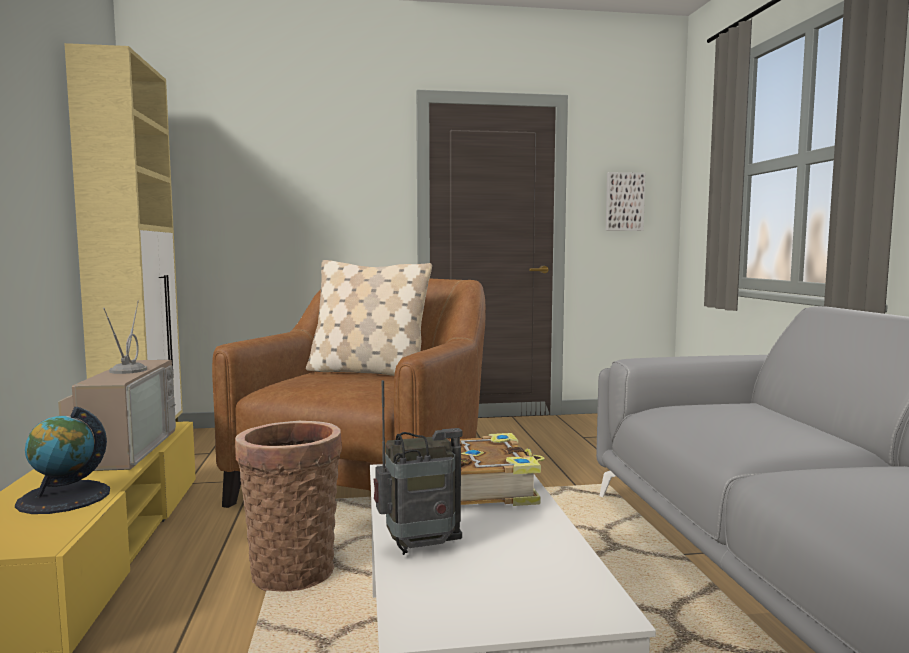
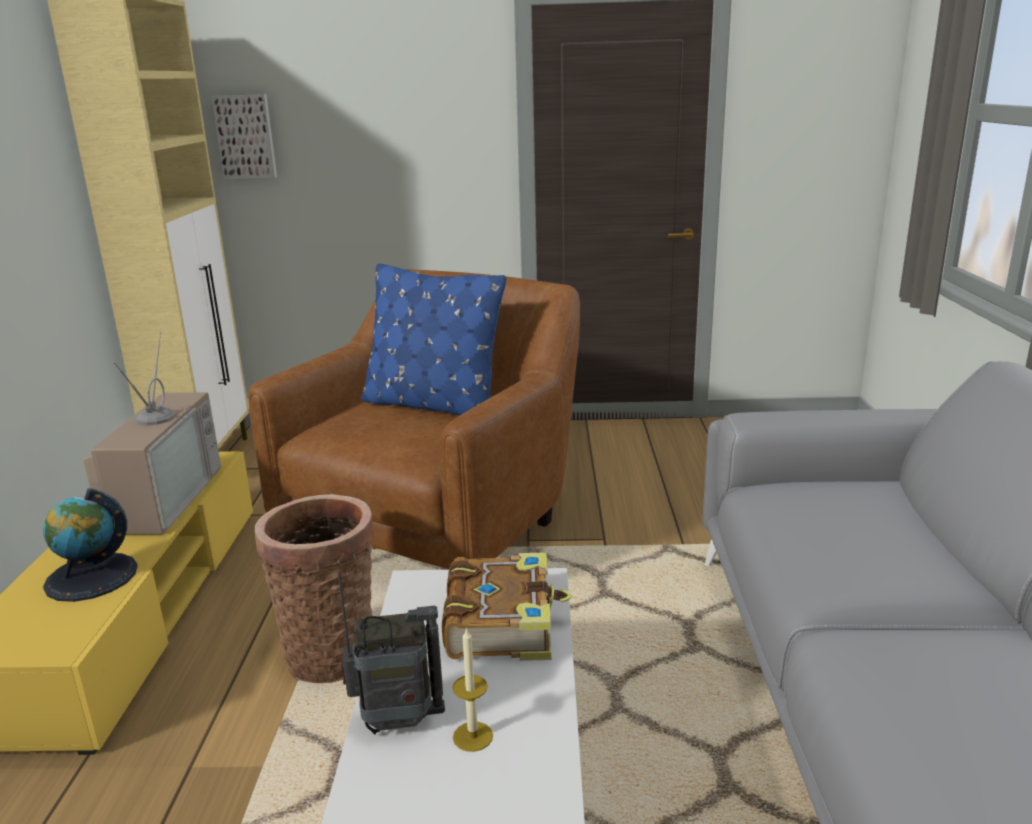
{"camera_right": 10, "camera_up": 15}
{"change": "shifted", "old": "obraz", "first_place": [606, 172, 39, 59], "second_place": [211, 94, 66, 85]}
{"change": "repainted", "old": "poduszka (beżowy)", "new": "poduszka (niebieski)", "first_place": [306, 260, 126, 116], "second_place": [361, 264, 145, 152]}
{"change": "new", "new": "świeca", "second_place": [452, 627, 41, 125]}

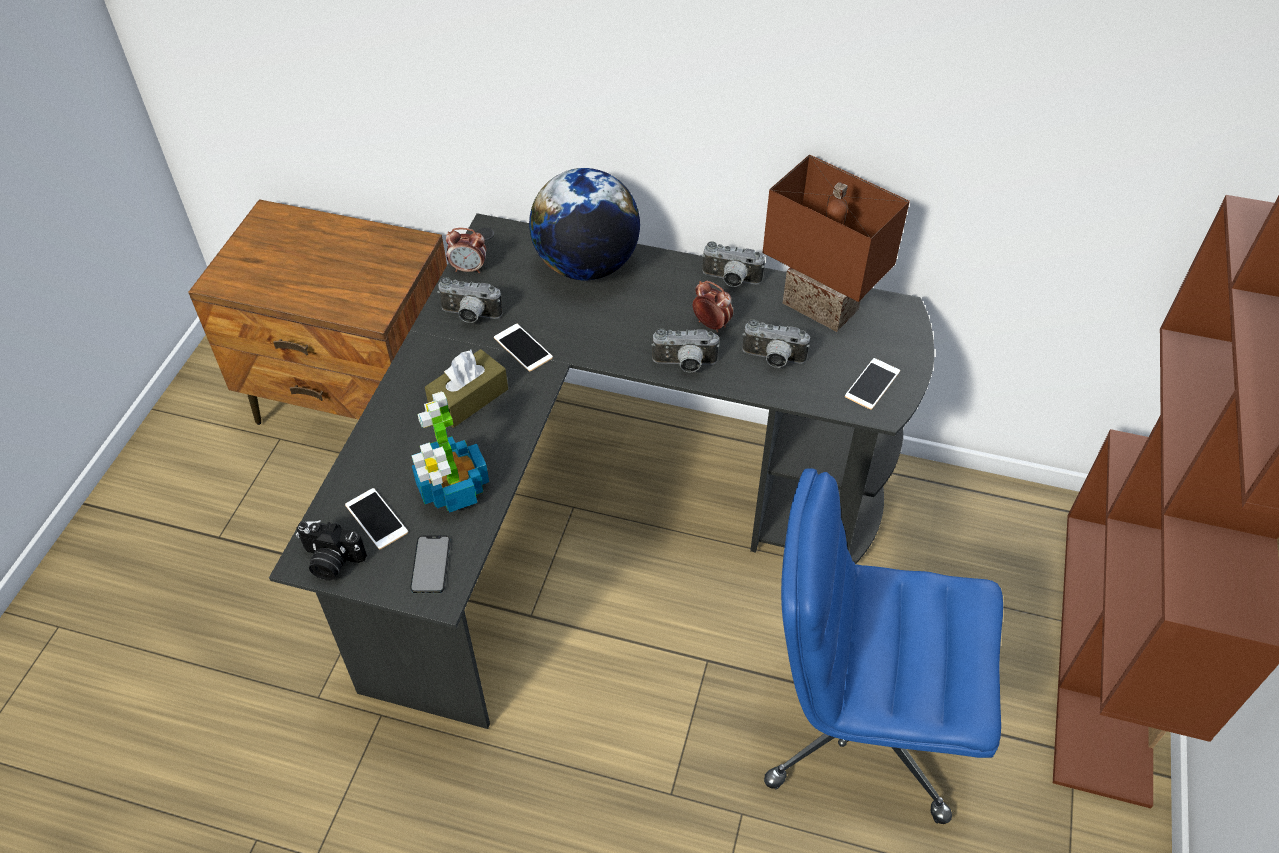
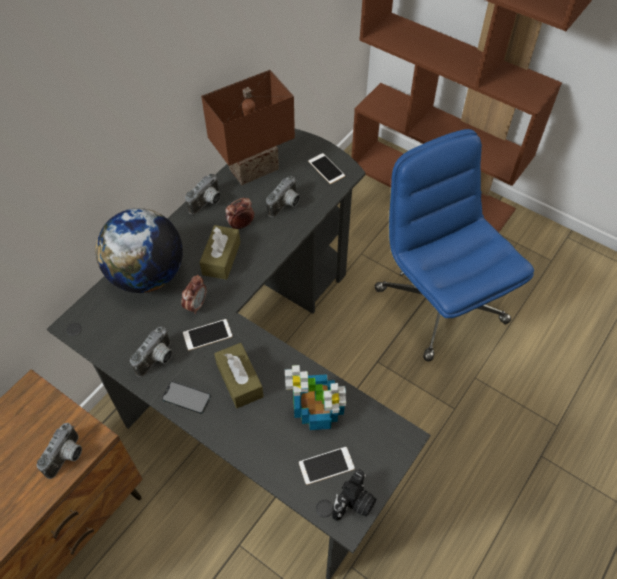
{"camera_right": -70, "camera_up": 5}
{"change": "shifted", "old": "aparat fotograficzny", "first_place": [652, 328, 68, 45], "second_place": [37, 423, 45, 56]}
{"change": "shifted", "old": "telefon", "first_place": [410, 536, 40, 57], "second_place": [162, 381, 49, 33]}
{"change": "shifted", "old": "budzik", "first_place": [446, 228, 40, 45], "second_place": [181, 275, 25, 39]}
{"change": "new", "new": "pudełko chusteczek (brązowy)", "second_place": [200, 225, 41, 55]}
{"change": "rotated", "old": "krzesło biurowe (niebieski)", "first_place": [764, 469, 239, 355], "second_place": [375, 129, 159, 232], "degrees": 120}

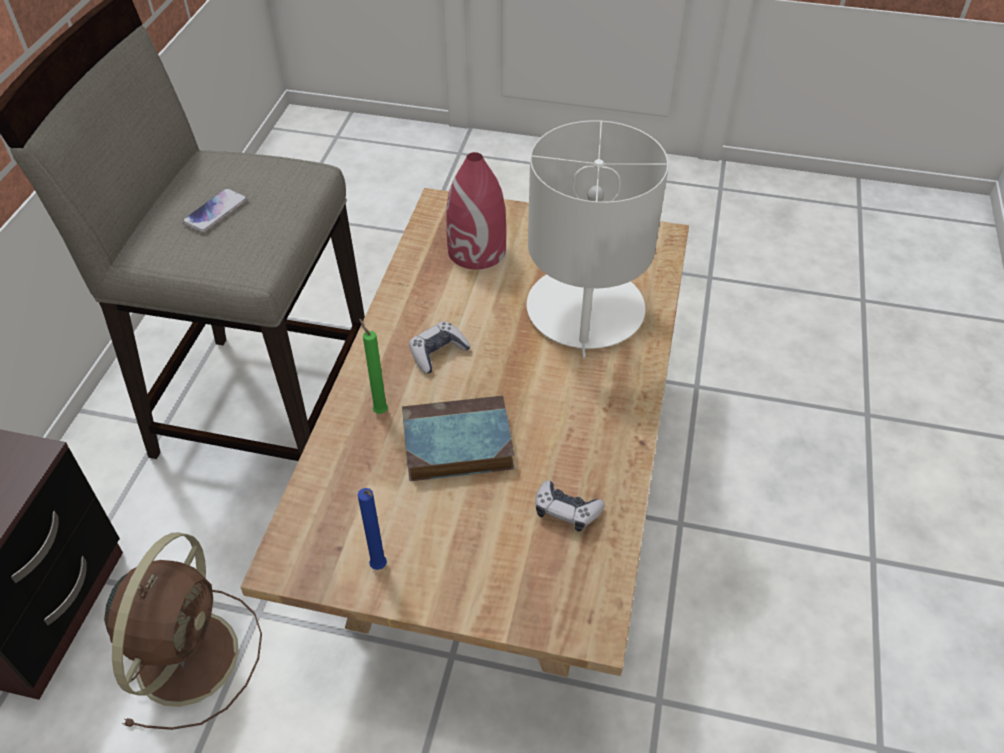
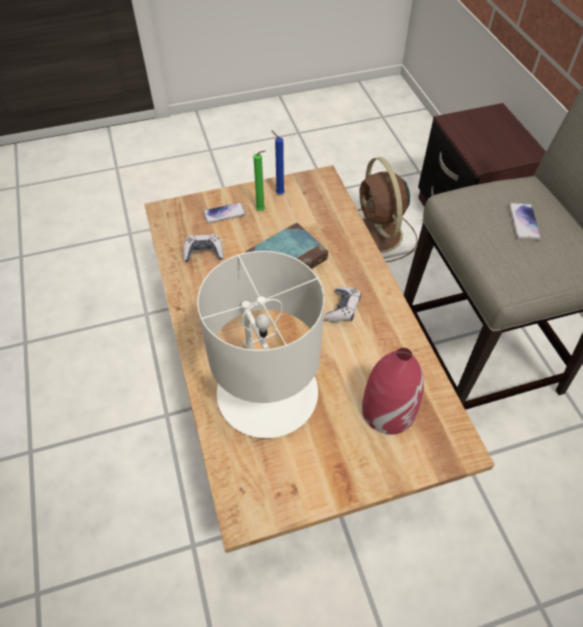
{"camera_right": 150, "camera_up": 5}
{"change": "new", "new": "telefon", "second_place": [203, 202, 43, 22]}
{"change": "shifted", "old": "świeca (zielony)", "first_place": [359, 318, 29, 96], "second_place": [253, 150, 12, 61]}

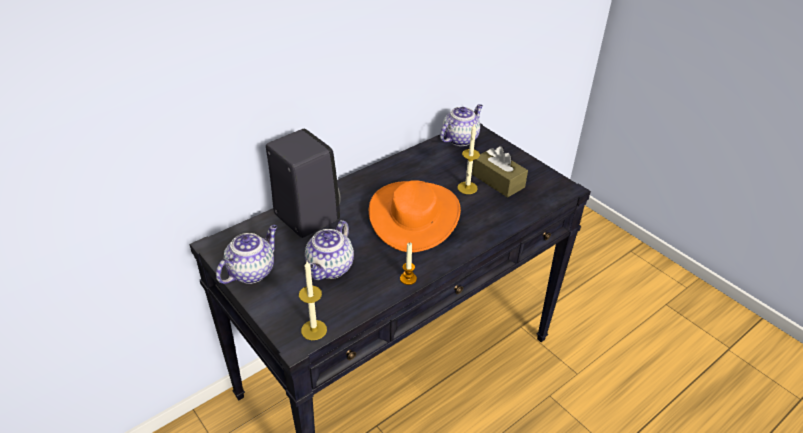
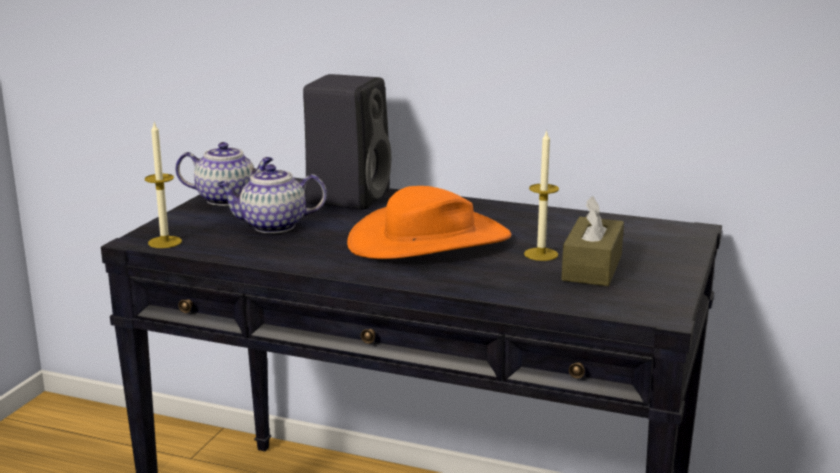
{"camera_right": 60, "camera_up": -20}
{"change": "gone", "old": "świeca", "first_place": [400, 243, 17, 42]}
{"change": "gone", "old": "imbryk", "first_place": [440, 104, 43, 42]}

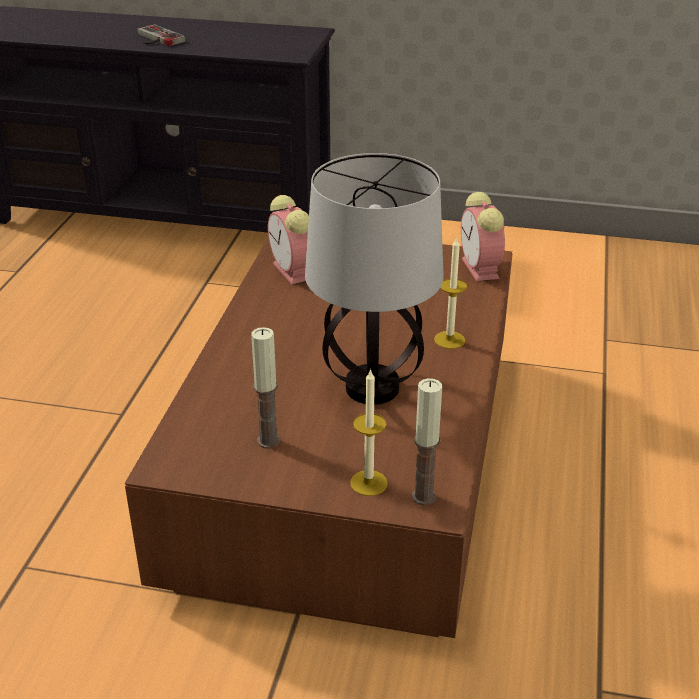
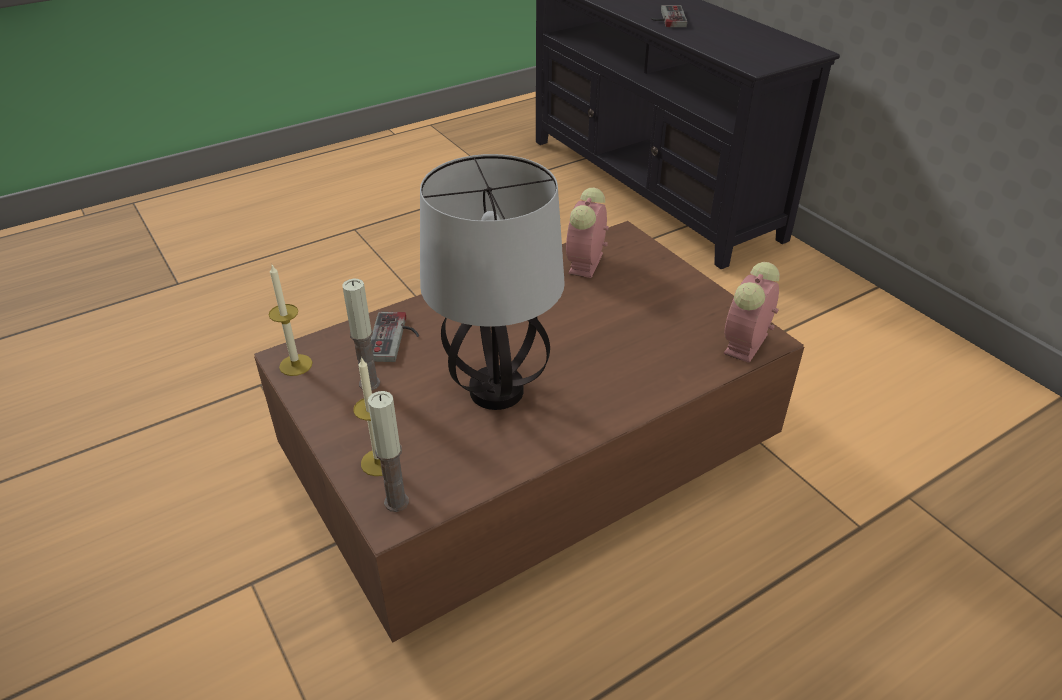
{"camera_right": 45, "camera_up": 5}
{"change": "shifted", "old": "świeca", "first_place": [434, 237, 33, 112], "second_place": [269, 265, 44, 111]}
{"change": "new", "new": "pad do gier", "second_place": [371, 312, 48, 50]}

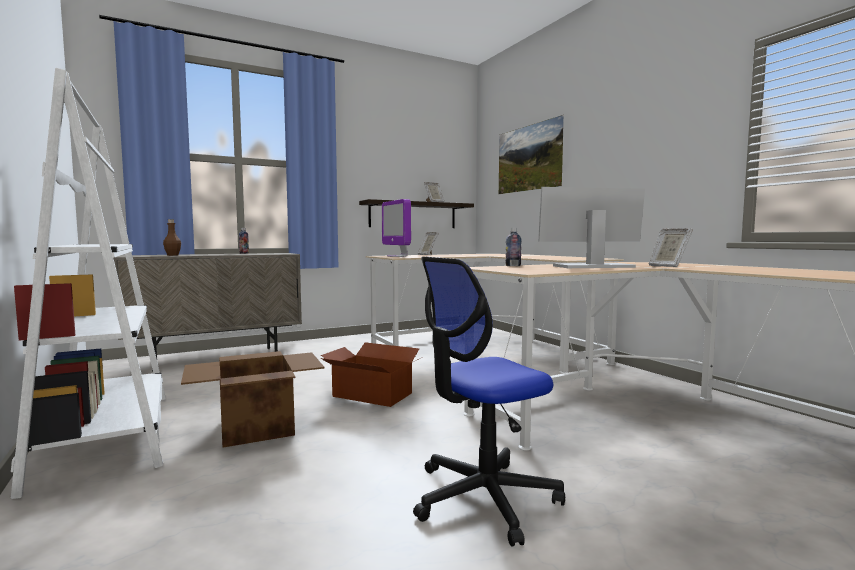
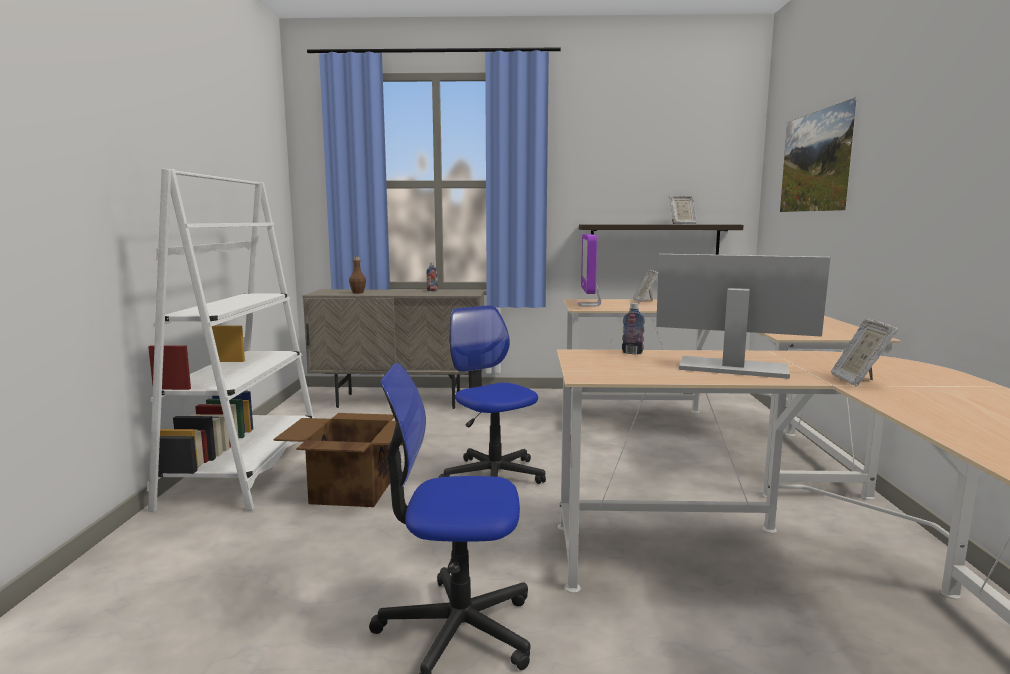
{"camera_right": 30, "camera_up": 5}
{"change": "swapped", "old": "karton", "new": "krzesło biurowe", "first_place": [320, 342, 104, 65], "second_place": [438, 305, 108, 179]}

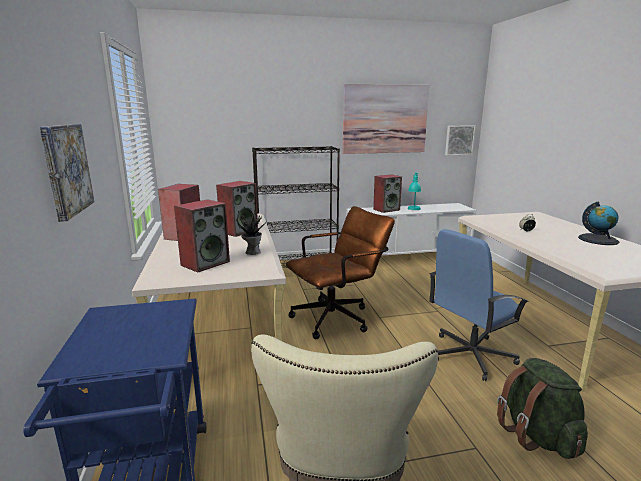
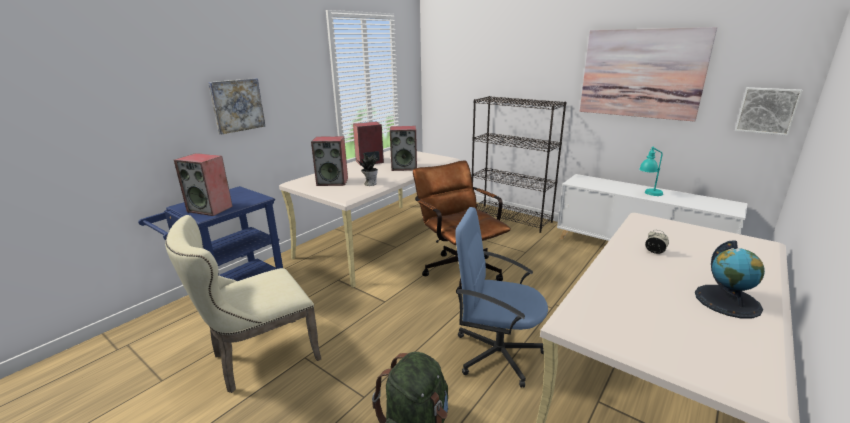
{"camera_right": 50, "camera_up": 5}
{"change": "shifted", "old": "głośnik", "first_place": [373, 174, 29, 39], "second_place": [174, 153, 59, 63]}
{"change": "rotated", "old": "krzesło biurowe (brązowy)", "first_place": [286, 206, 109, 133], "second_place": [413, 161, 98, 133], "degrees": -135}

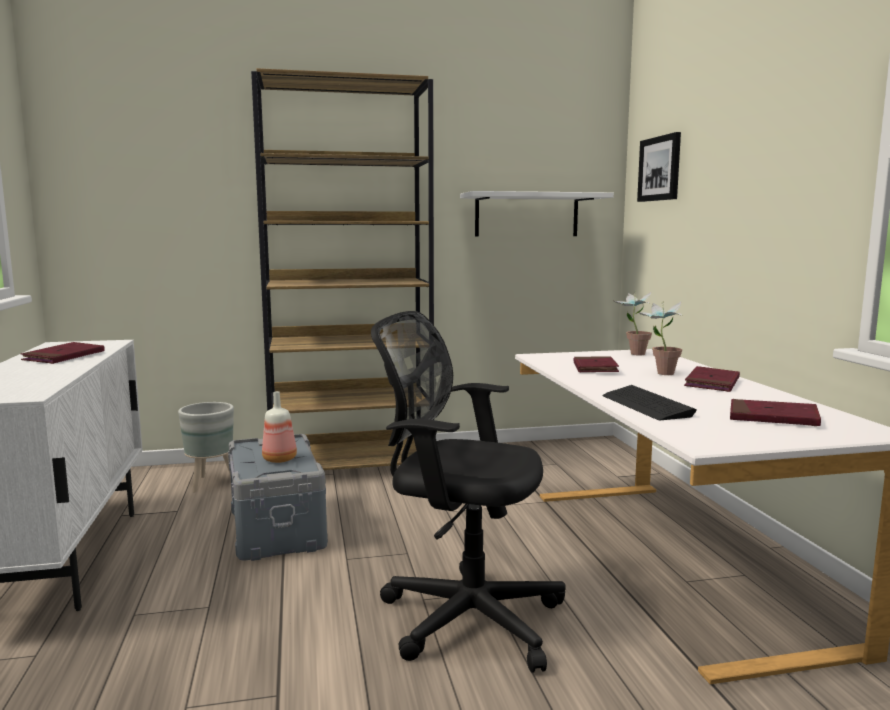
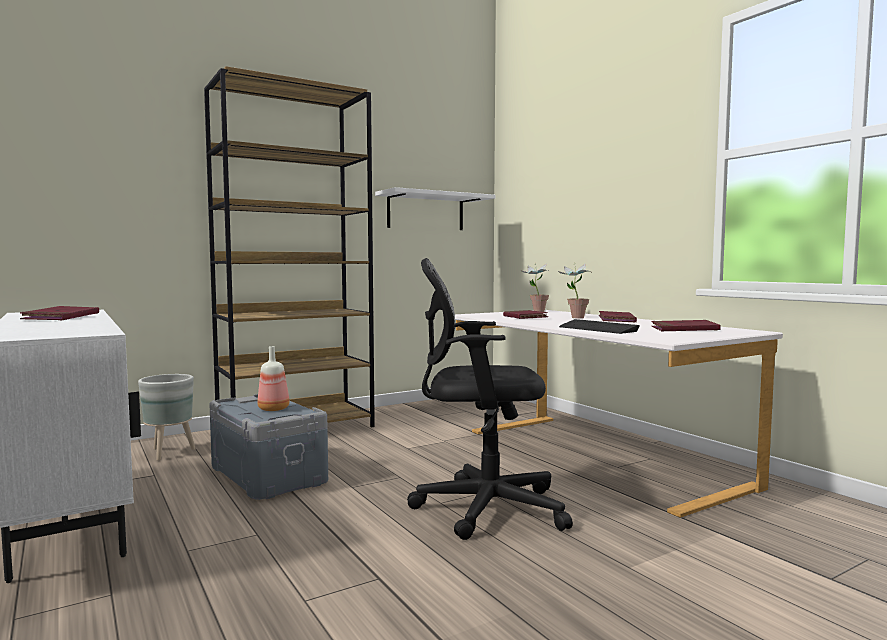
{"camera_right": -20, "camera_up": -5}
{"change": "gone", "old": "obraz", "first_place": [637, 132, 44, 70]}

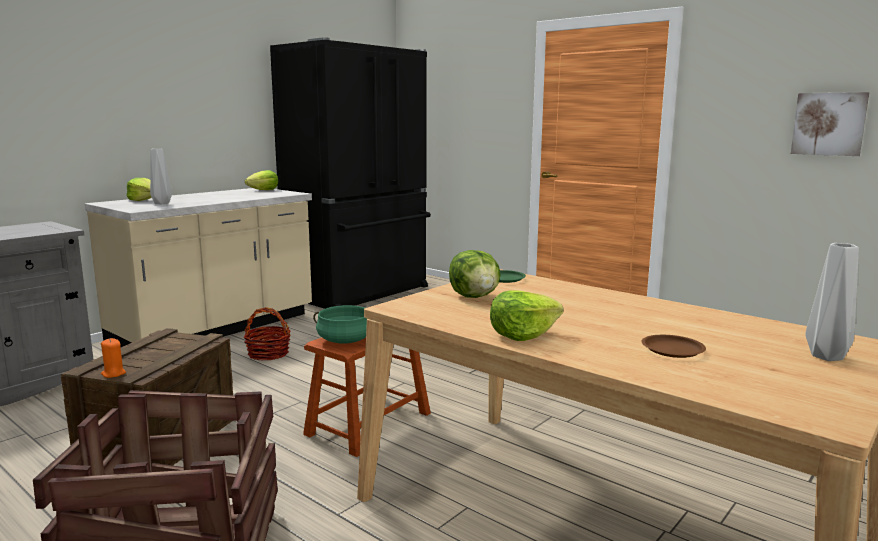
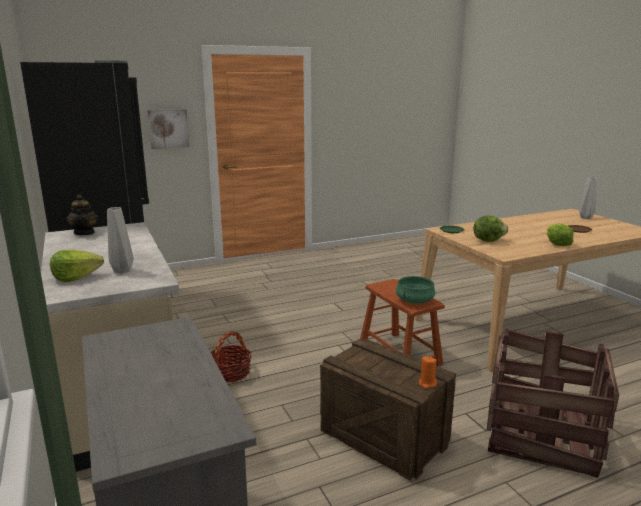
{"camera_right": -65, "camera_up": 5}
{"change": "swapped", "old": "sałata", "new": "imbryk", "first_place": [245, 170, 33, 20], "second_place": [66, 195, 33, 40]}
{"change": "shifted", "old": "obraz", "first_place": [791, 92, 78, 64], "second_place": [147, 109, 42, 40]}

